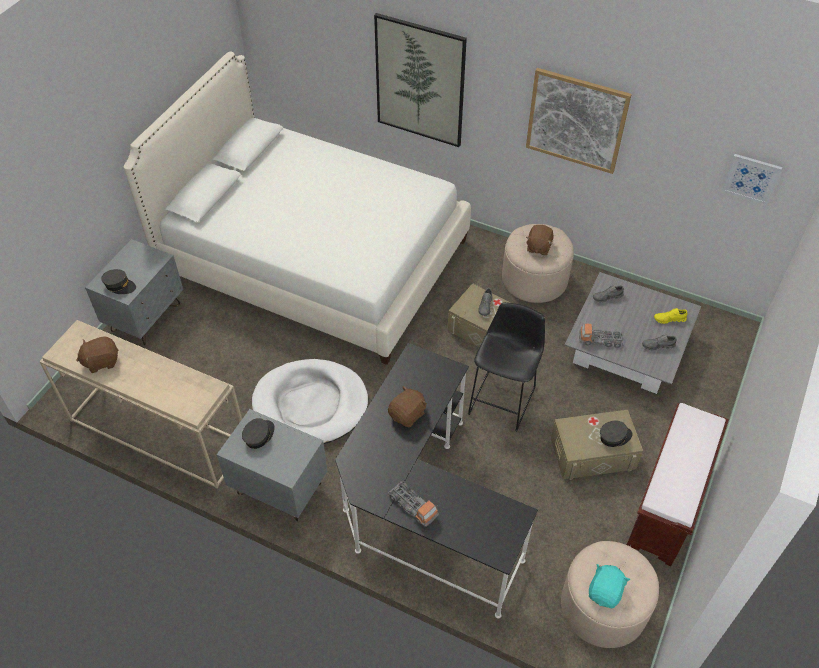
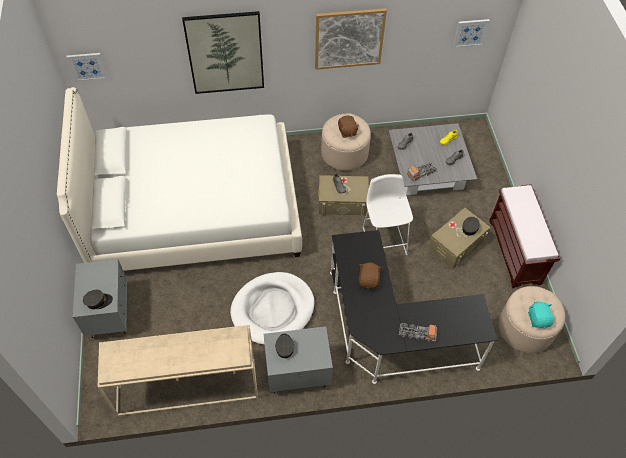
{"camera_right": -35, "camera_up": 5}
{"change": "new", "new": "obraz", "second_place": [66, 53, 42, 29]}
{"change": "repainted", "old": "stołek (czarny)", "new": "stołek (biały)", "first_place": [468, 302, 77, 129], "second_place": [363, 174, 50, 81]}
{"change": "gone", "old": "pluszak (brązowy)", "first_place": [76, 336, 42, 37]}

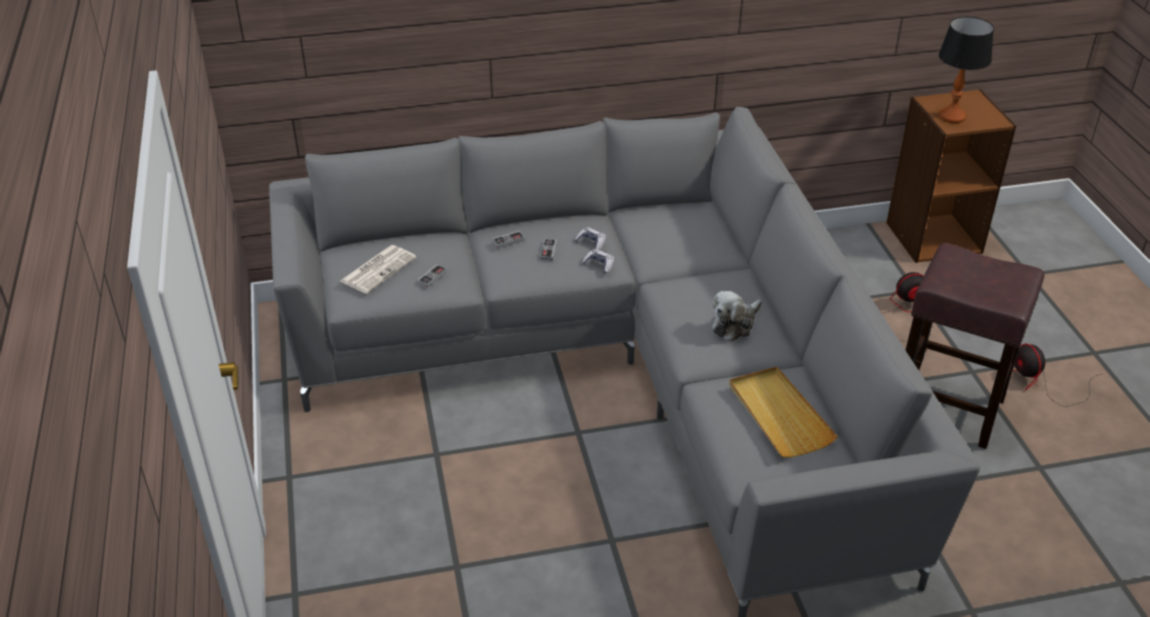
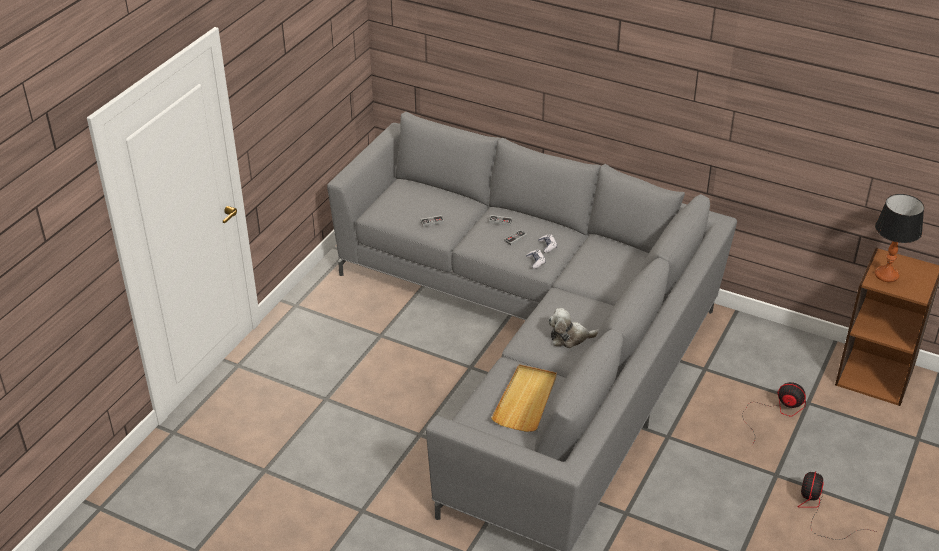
{"camera_right": 40, "camera_up": 0}
{"change": "gone", "old": "gazeta", "first_place": [340, 245, 77, 49]}
{"change": "gone", "old": "stołek (brązowy)", "first_place": [906, 243, 139, 206]}

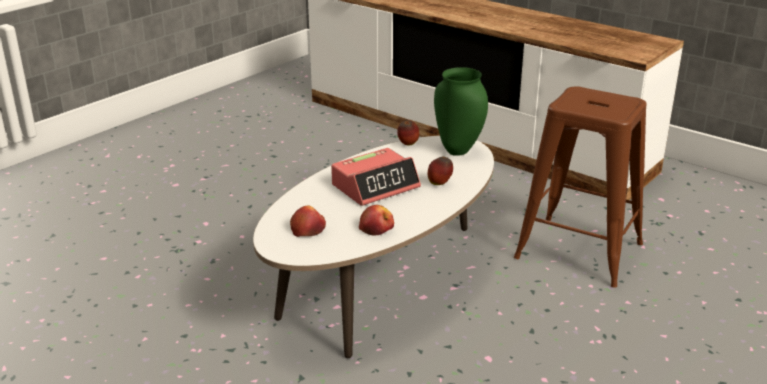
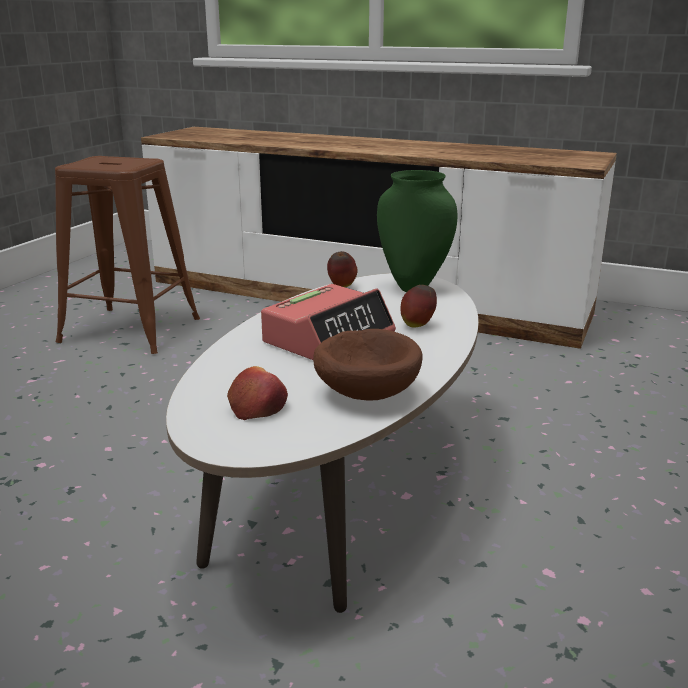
{"camera_right": -15, "camera_up": -5}
{"change": "shifted", "old": "stołek (brązowy)", "first_place": [514, 86, 133, 201], "second_place": [55, 156, 145, 198]}
{"change": "swapped", "old": "jabłko", "new": "miska (brązowy)", "first_place": [359, 205, 35, 31], "second_place": [313, 329, 109, 71]}

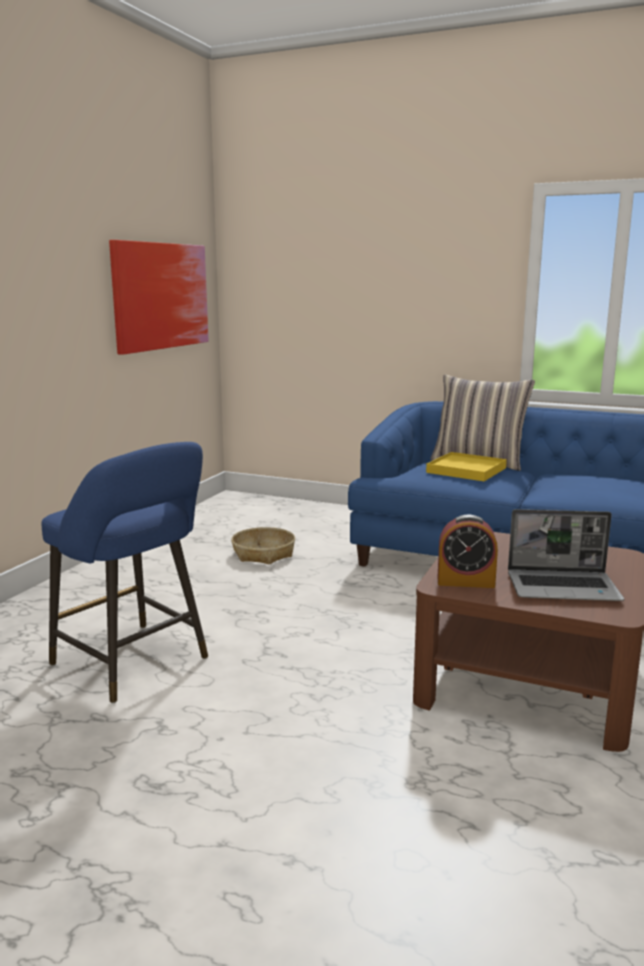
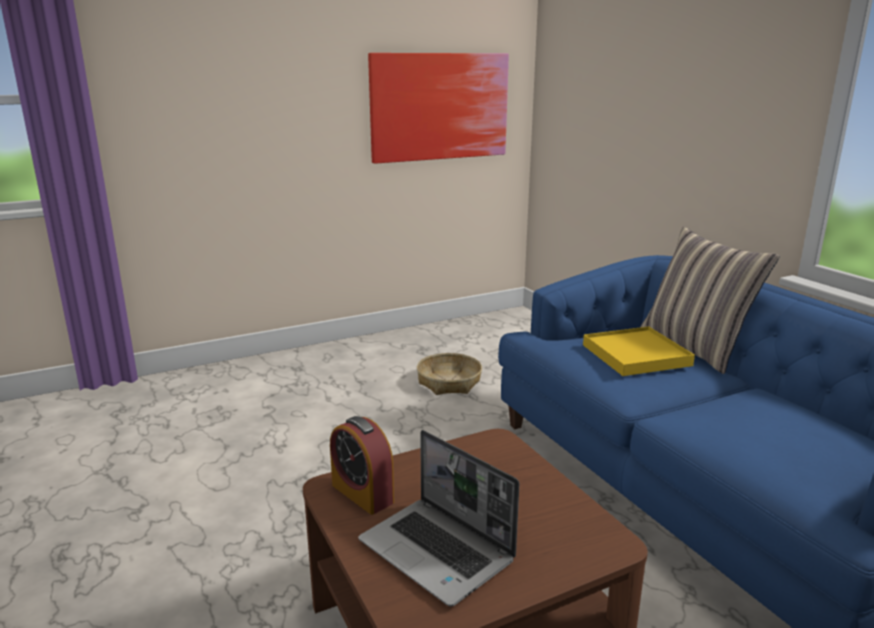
{"camera_right": 40, "camera_up": 5}
{"change": "gone", "old": "stołek (niebieski)", "first_place": [41, 442, 167, 261]}

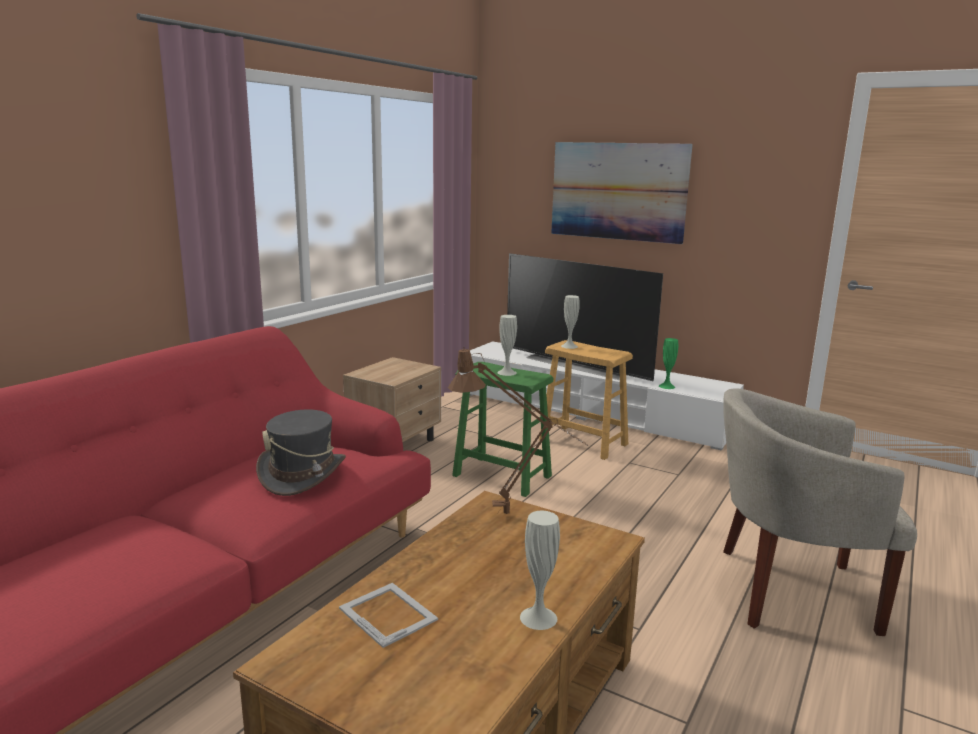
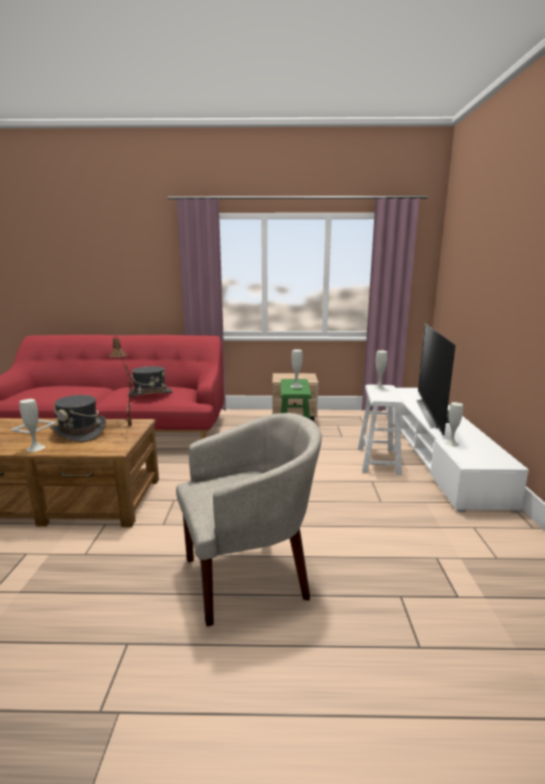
{"camera_right": 60, "camera_up": 0}
{"change": "new", "new": "kapelusz (szary)", "second_place": [50, 395, 56, 47]}
{"change": "rotated", "old": "fotel (beżowy)", "first_place": [723, 388, 194, 248], "second_place": [176, 413, 146, 214], "degrees": 90}
{"change": "repainted", "old": "stołek (brązowy)", "new": "stołek (biały)", "first_place": [539, 340, 94, 120], "second_place": [358, 384, 46, 91]}
{"change": "repainted", "old": "wazon (zielony)", "new": "wazon (biały)", "first_place": [659, 338, 19, 51], "second_place": [444, 402, 19, 45]}
{"change": "gone", "old": "obraz", "first_place": [551, 142, 142, 102]}

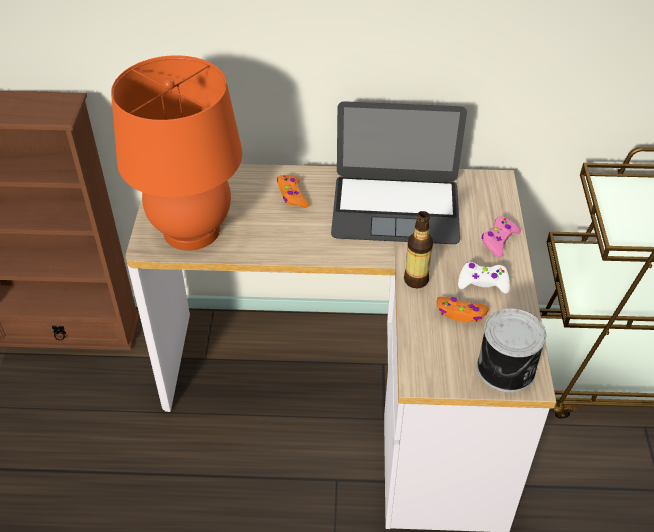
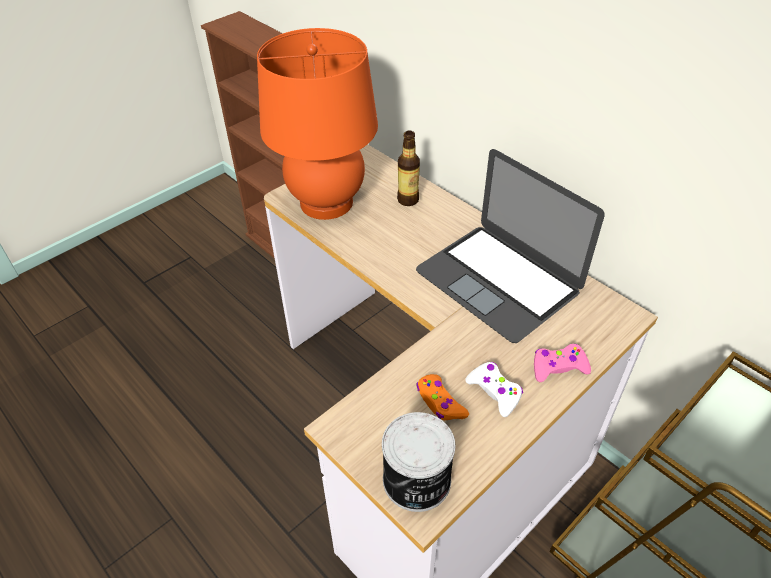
{"camera_right": 45, "camera_up": 0}
{"change": "shifted", "old": "butelka", "first_place": [404, 211, 29, 77], "second_place": [397, 131, 23, 75]}
{"change": "gone", "old": "pad do gier (pomarańczowy)", "first_place": [277, 175, 33, 33]}

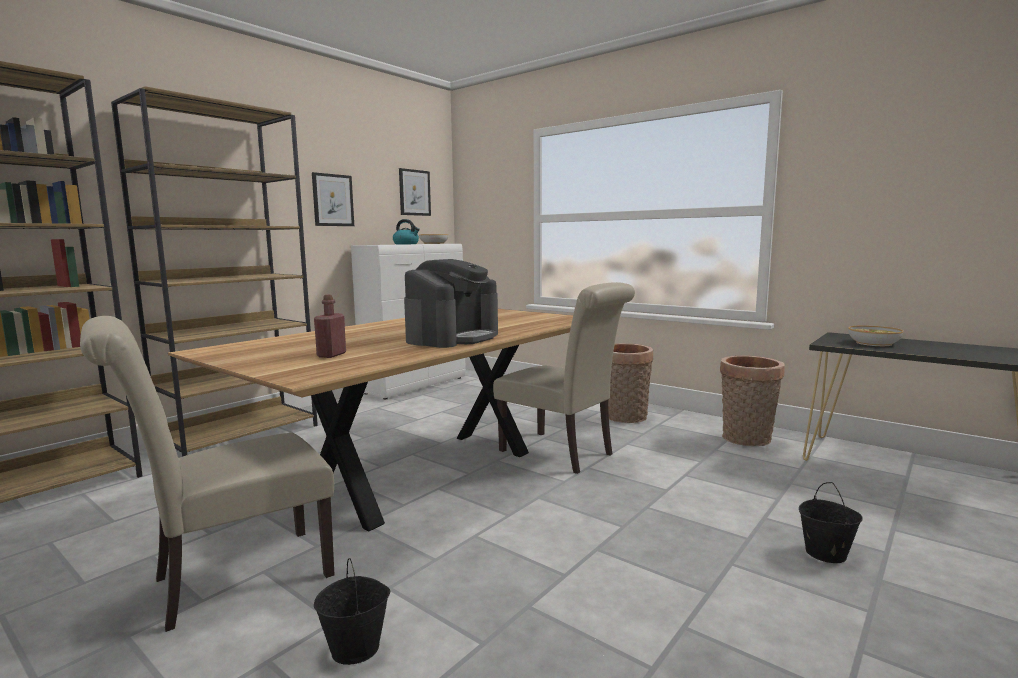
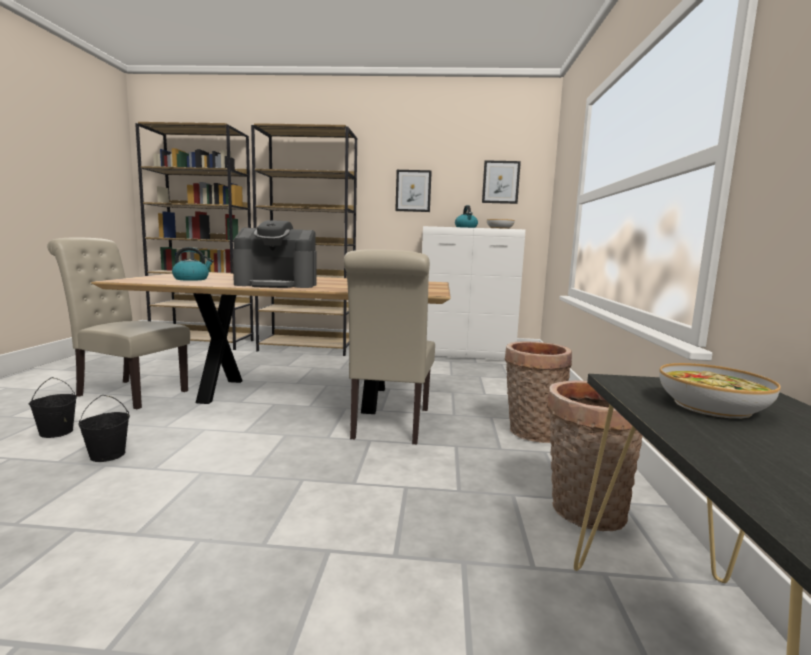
{"camera_right": 55, "camera_up": 0}
{"change": "shifted", "old": "wiadro (czarny)", "first_place": [799, 482, 64, 81], "second_place": [78, 395, 52, 67]}
{"change": "swapped", "old": "butelka (czerwony)", "new": "czajnik", "first_place": [314, 295, 32, 63], "second_place": [172, 247, 42, 34]}

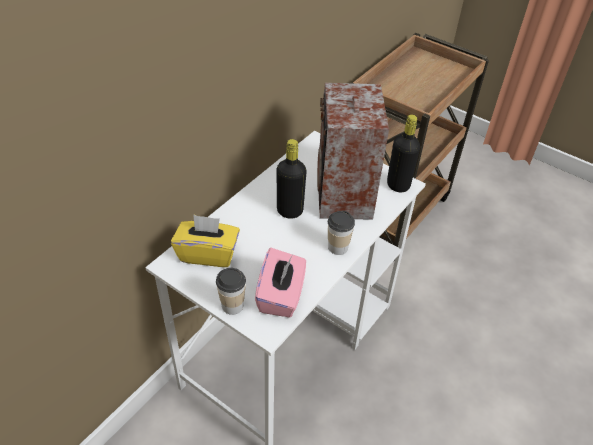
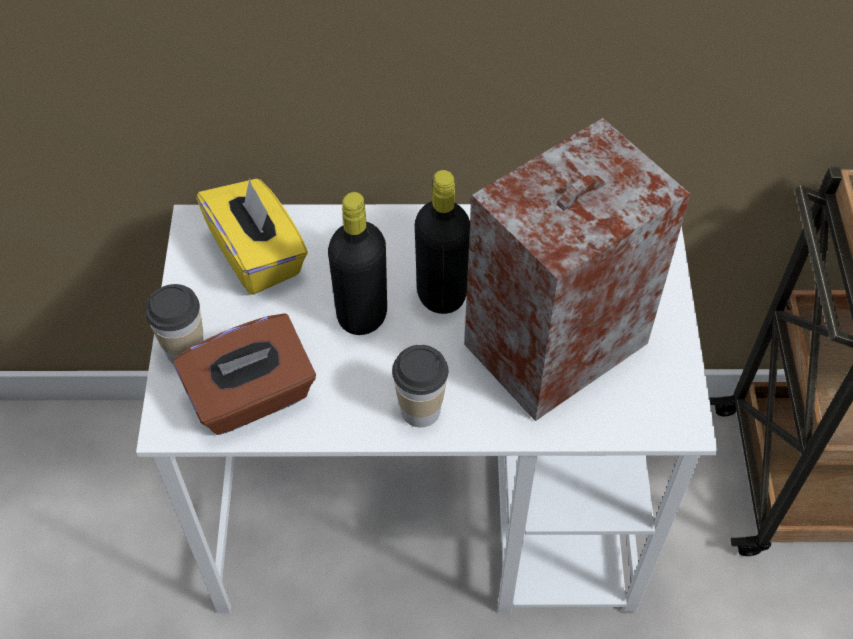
{"camera_right": 55, "camera_up": 10}
{"change": "repainted", "old": "pudełko chusteczek (różowy)", "new": "pudełko chusteczek (brązowy)", "first_place": [255, 248, 51, 70], "second_place": [173, 313, 143, 122]}
{"change": "shifted", "old": "butelka (czarny)", "first_place": [387, 114, 33, 78], "second_place": [328, 192, 59, 143]}

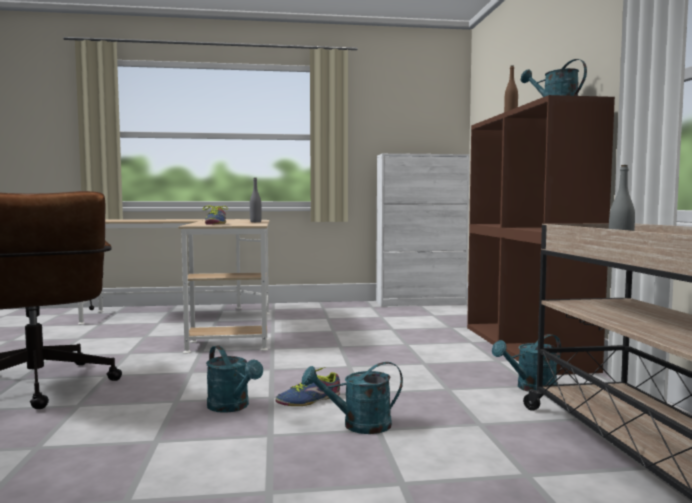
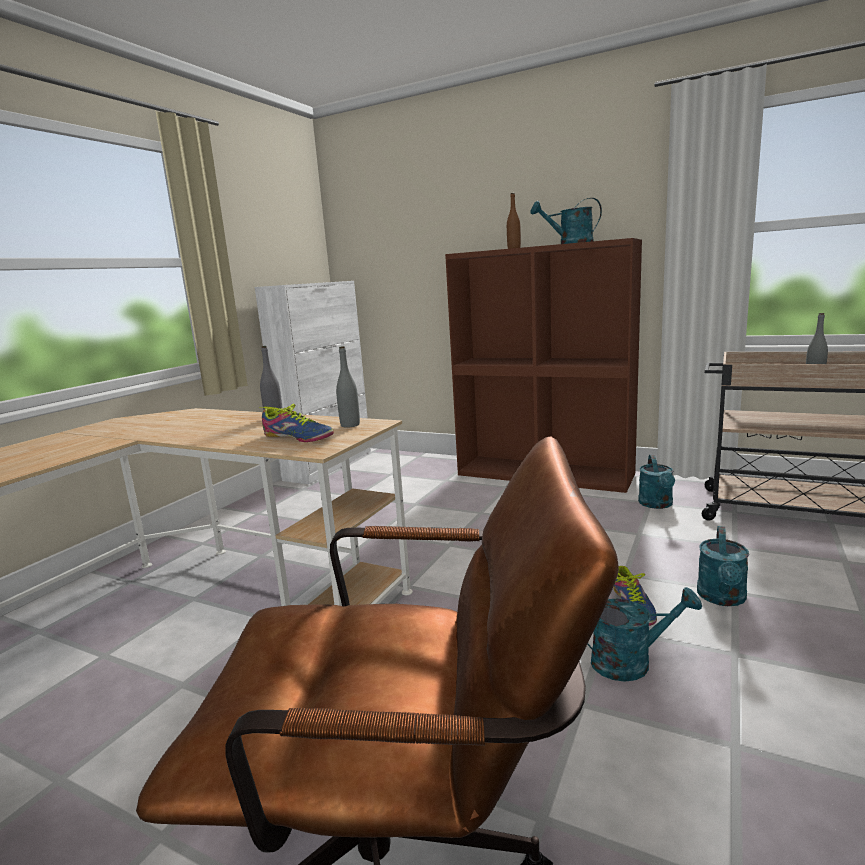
{"camera_right": -55, "camera_up": 10}
{"change": "new", "new": "butelka (szary)", "second_place": [336, 346, 24, 82]}

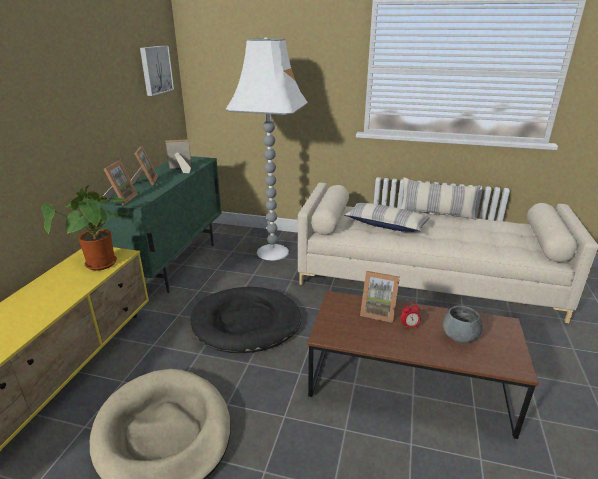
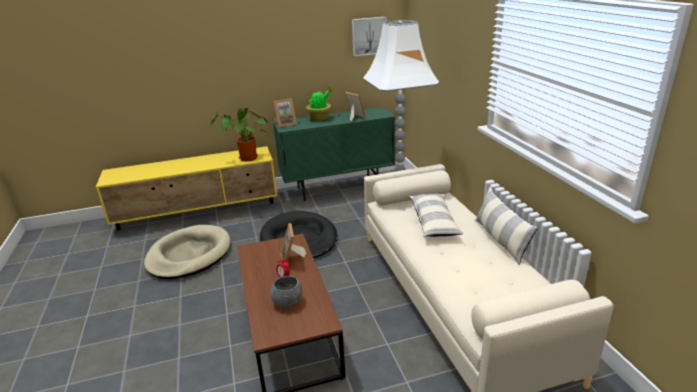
{"camera_right": 60, "camera_up": 0}
{"change": "swapped", "old": "ramka na zdjęcie", "new": "roślina doniczkowa", "first_place": [131, 146, 27, 39], "second_place": [306, 87, 26, 34]}

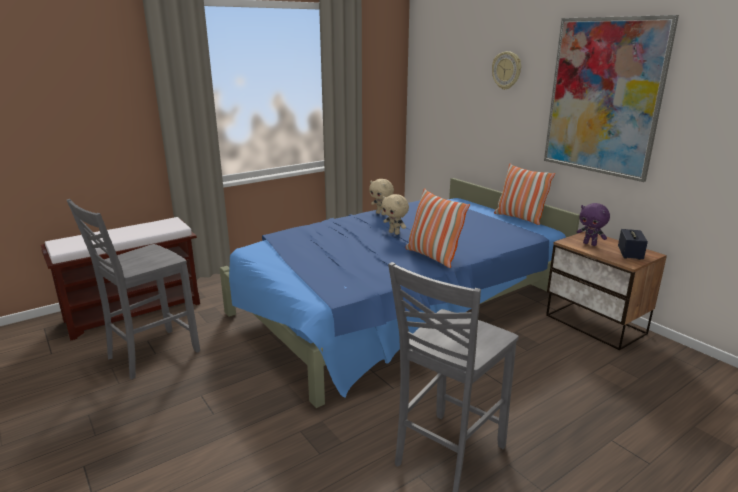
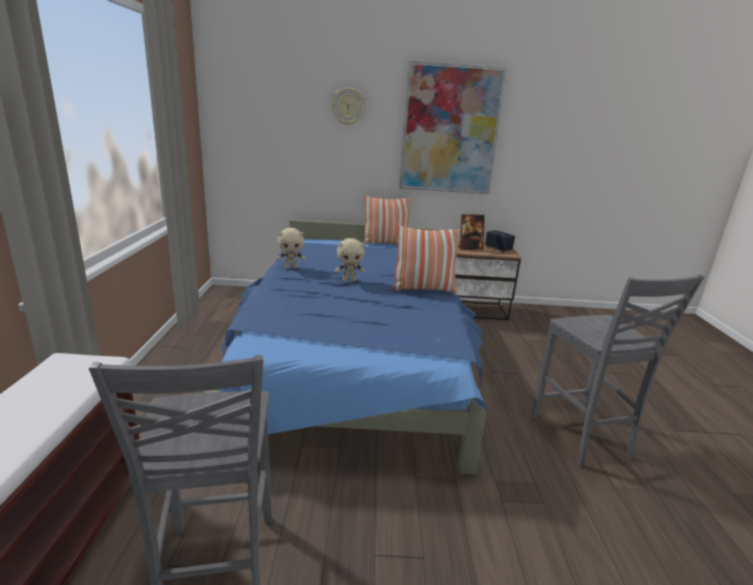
{"camera_right": -55, "camera_up": 0}
{"change": "swapped", "old": "pluszak (fioletowy)", "new": "ramka na zdjęcie", "first_place": [577, 203, 33, 43], "second_place": [458, 214, 27, 36]}

